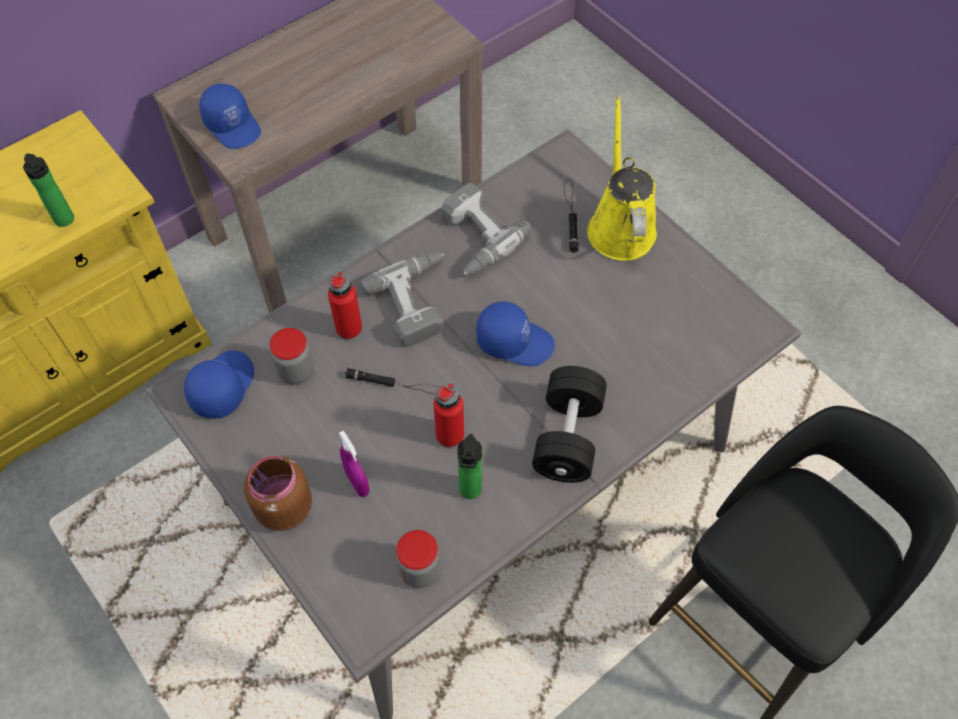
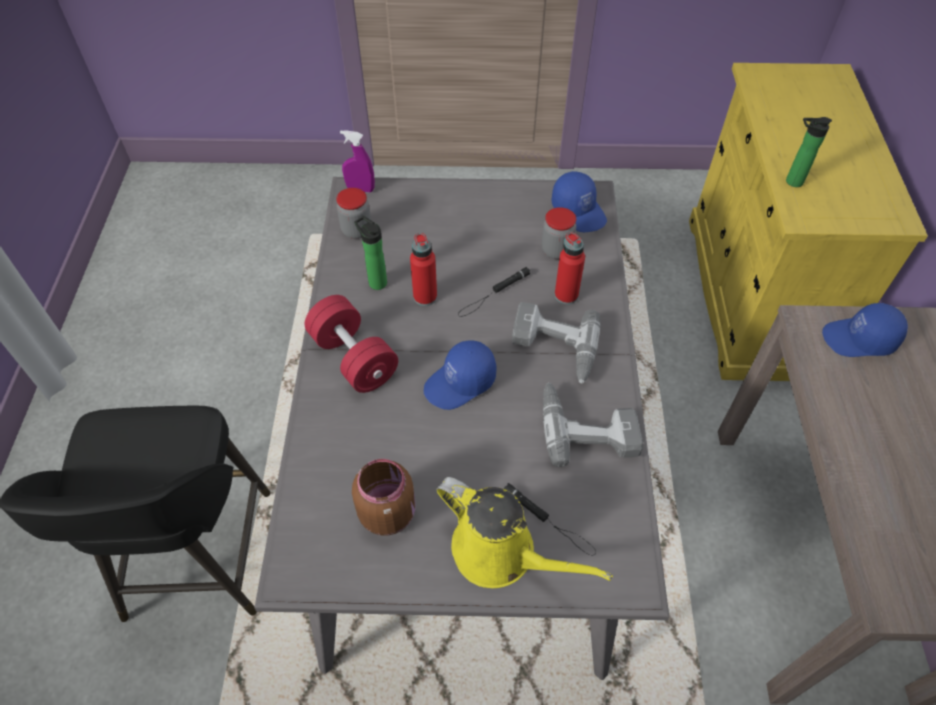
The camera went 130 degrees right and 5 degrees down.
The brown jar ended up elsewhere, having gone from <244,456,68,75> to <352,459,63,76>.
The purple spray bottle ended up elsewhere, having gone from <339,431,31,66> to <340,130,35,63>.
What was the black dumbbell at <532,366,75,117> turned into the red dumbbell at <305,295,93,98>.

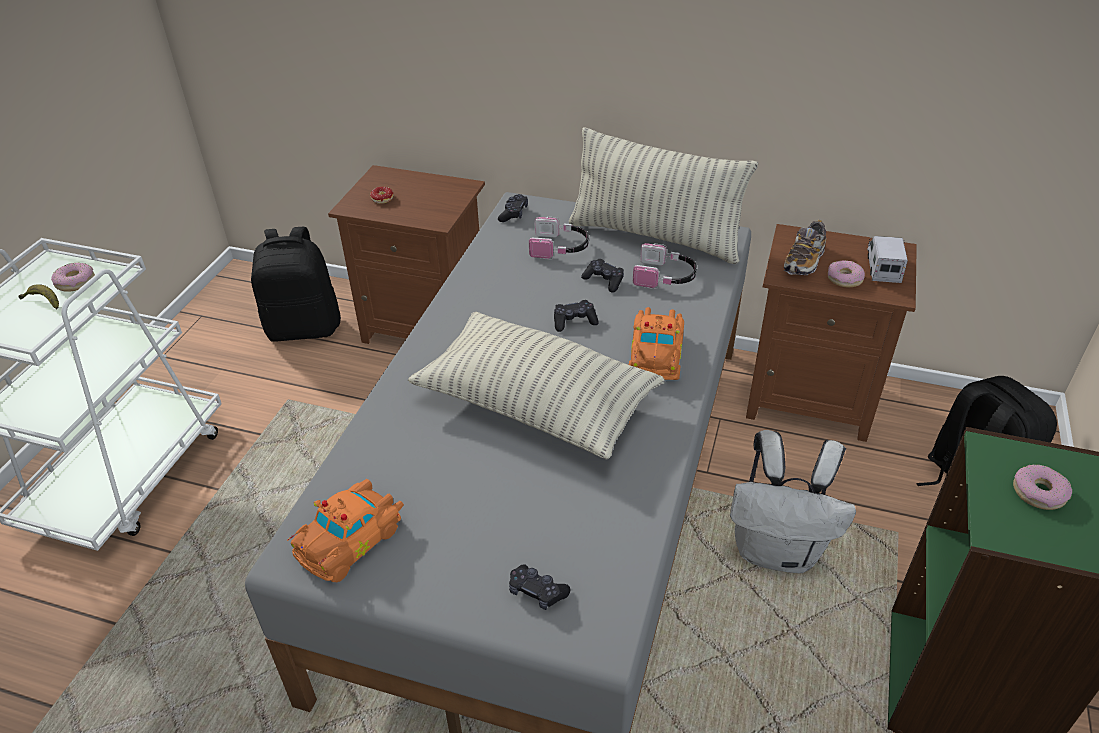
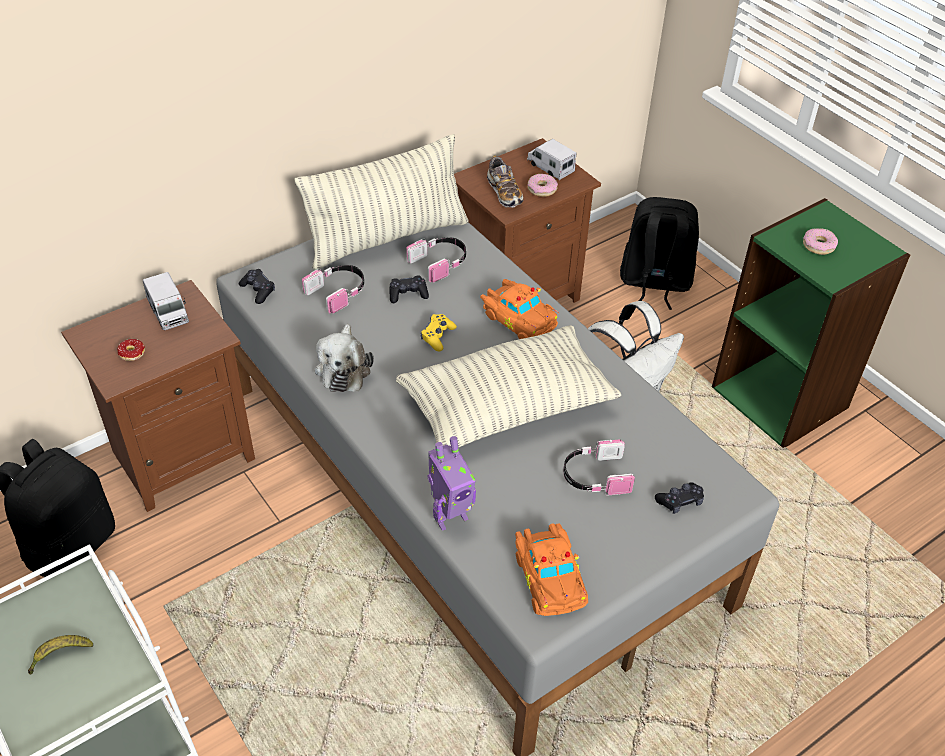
The camera went 55 degrees left and 5 degrees up.
The second view lost the donut at <51,263,44,29>.
What was the black game controller at <554,300,44,32> turned into the yellow game controller at <421,314,36,37>.
The second view gained the toy truck at <143,272,46,58>.
The second view gained the plush toy at <315,324,59,68>.
The second view gained the toy robot at <428,436,48,95>.
The second view gained the headphones at <564,440,71,55>.

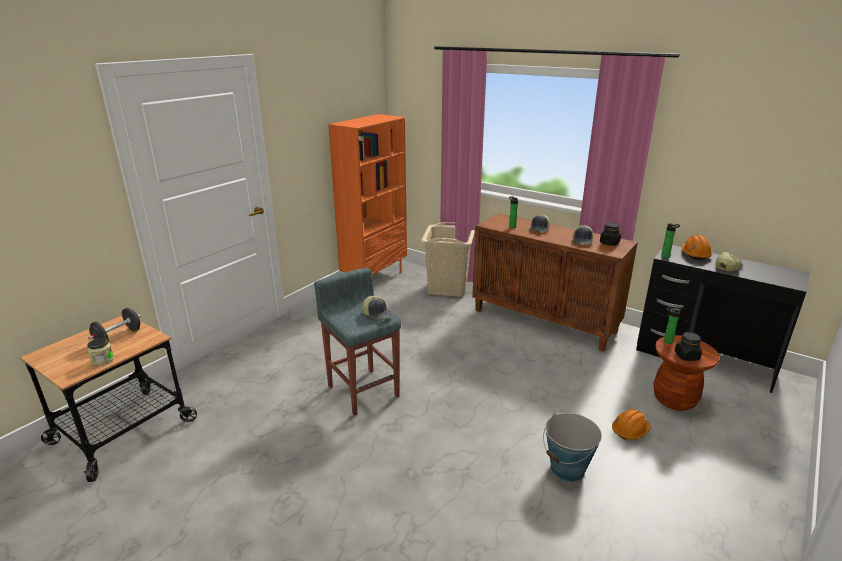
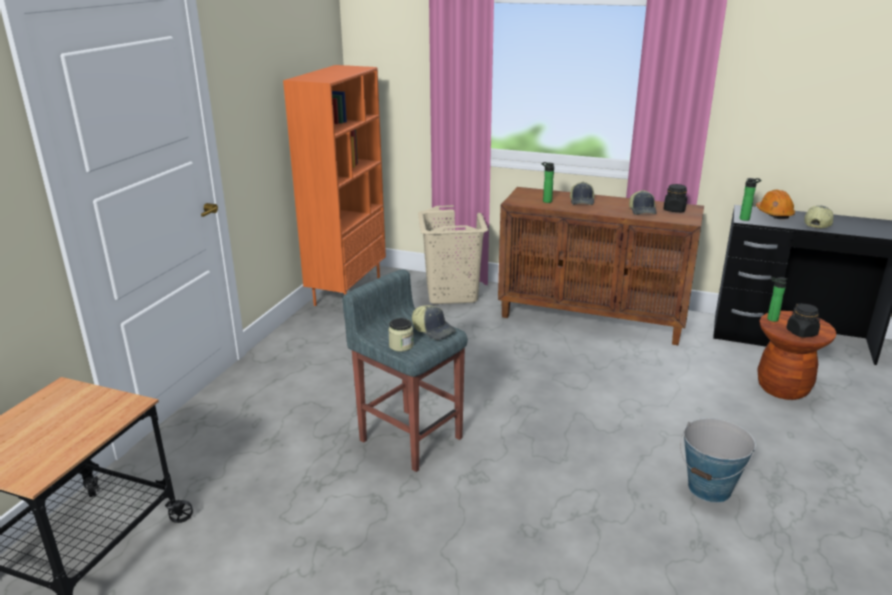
The camera went 15 degrees left and 0 degrees up.
The jar ended up elsewhere, having gone from <87,338,27,28> to <388,318,26,34>.
The second view lost the black dumbbell at <88,308,53,34>.
The second view lost the orange hard hat at <612,409,39,31>.

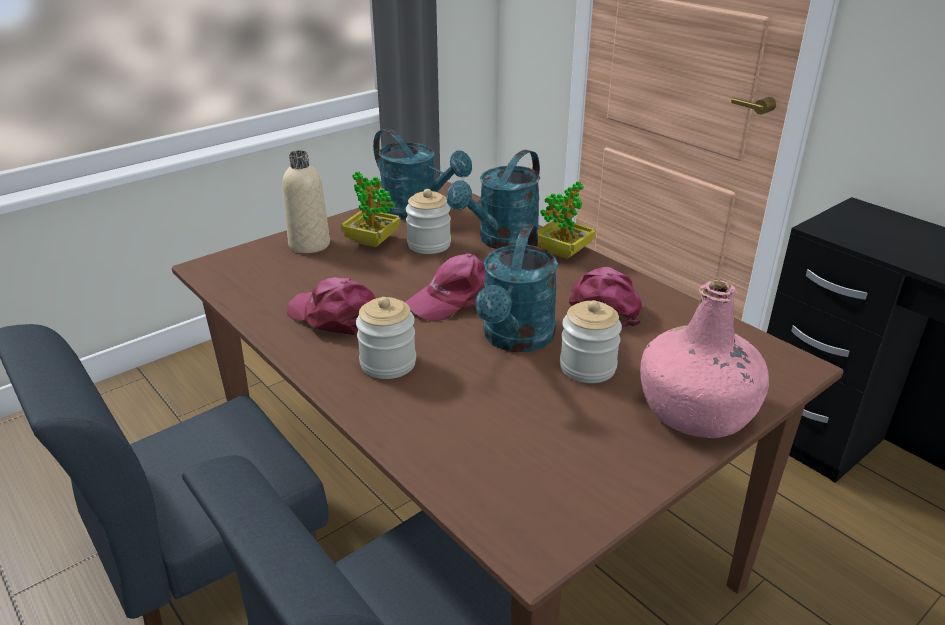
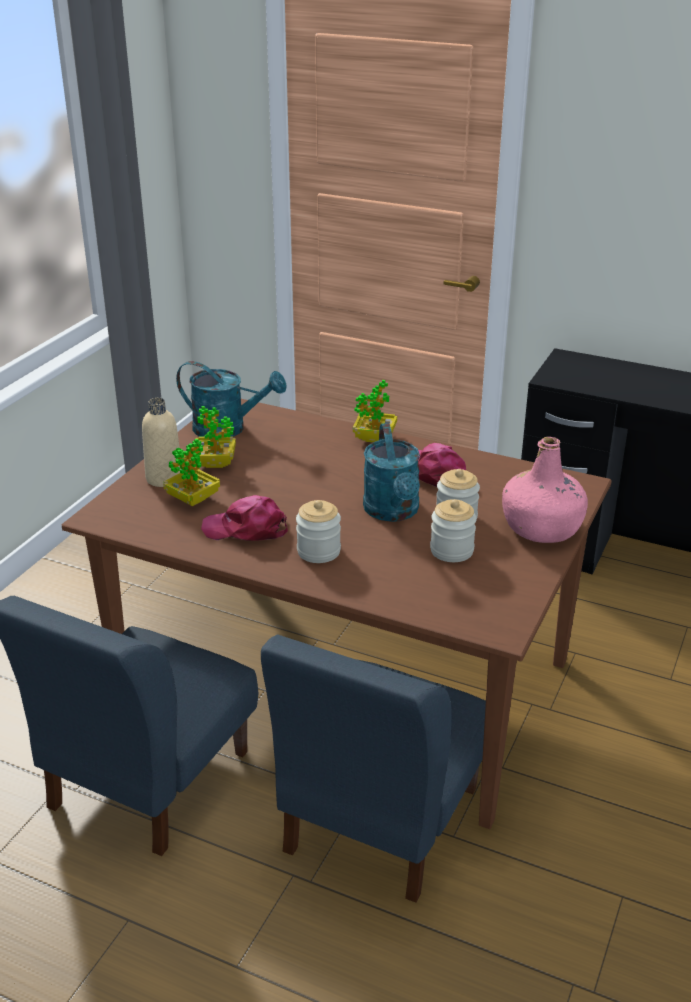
The camera went 25 degrees left and 0 degrees up.
The jar ended up elsewhere, having gone from <405,189,46,65> to <430,499,47,63>.
The second view lost the pink cap at <405,253,81,69>.
The second view lost the turquoise watering can at <446,150,94,99>.
The second view gained the potted plant at <163,439,57,67>.

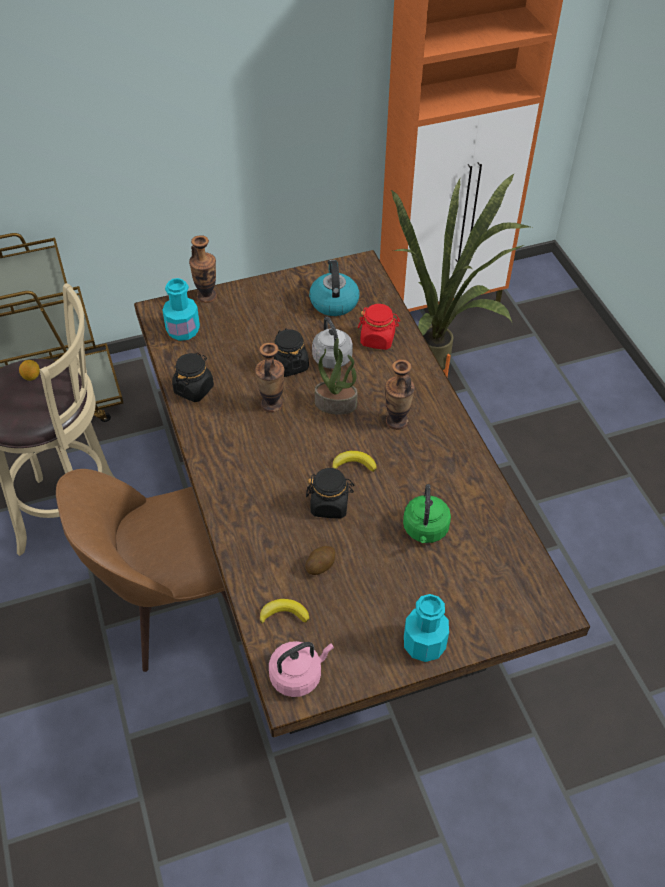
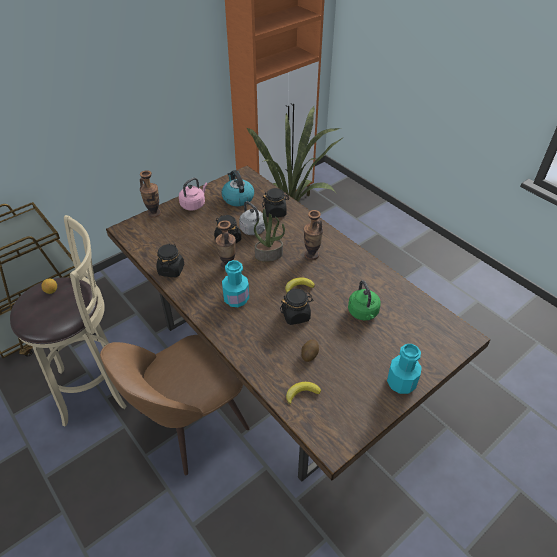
The camera went 20 degrees left and 5 degrees down.
The turquoise bottle ended up elsewhere, having gone from <163,278,37,63> to <222,260,27,47>.
The pink kettle ended up elsewhere, having gone from <269,641,65,56> to <179,178,28,33>.
What was the red jar at <358,304,42,46> turned into the black jar at <262,188,27,30>.

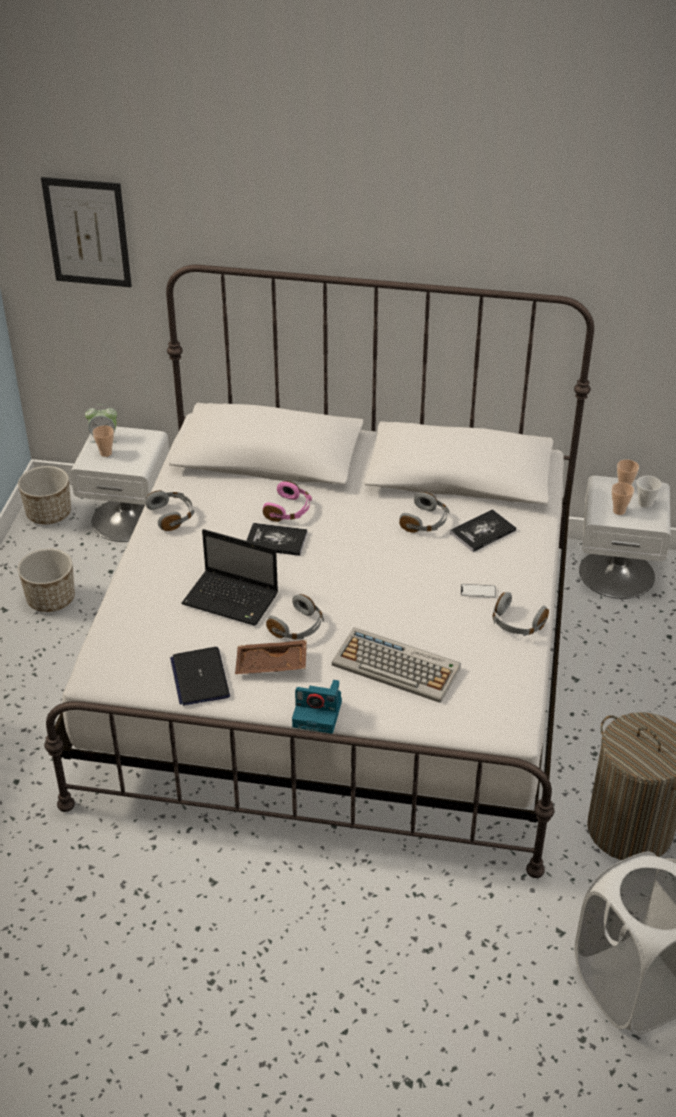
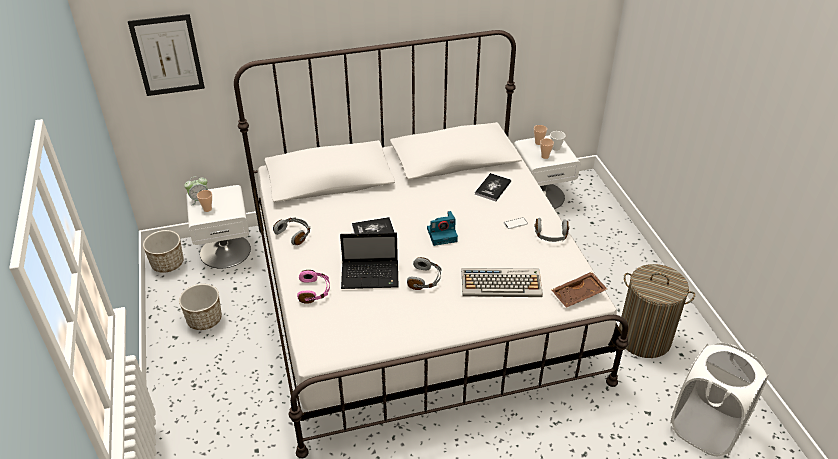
The camera went 25 degrees left and 0 degrees up.
The second view lost the laptop at <170,647,60,59>.
The brown tray ended up elsewhere, having gone from <235,640,72,34> to <551,272,56,36>.
The pink headphones ended up elsewhere, having gone from <263,481,49,41> to <297,270,33,34>.
The photo camera ended up elsewhere, having gone from <292,680,50,54> to <427,211,31,35>.
The second view lost the grey headphones at <399,492,50,41>.

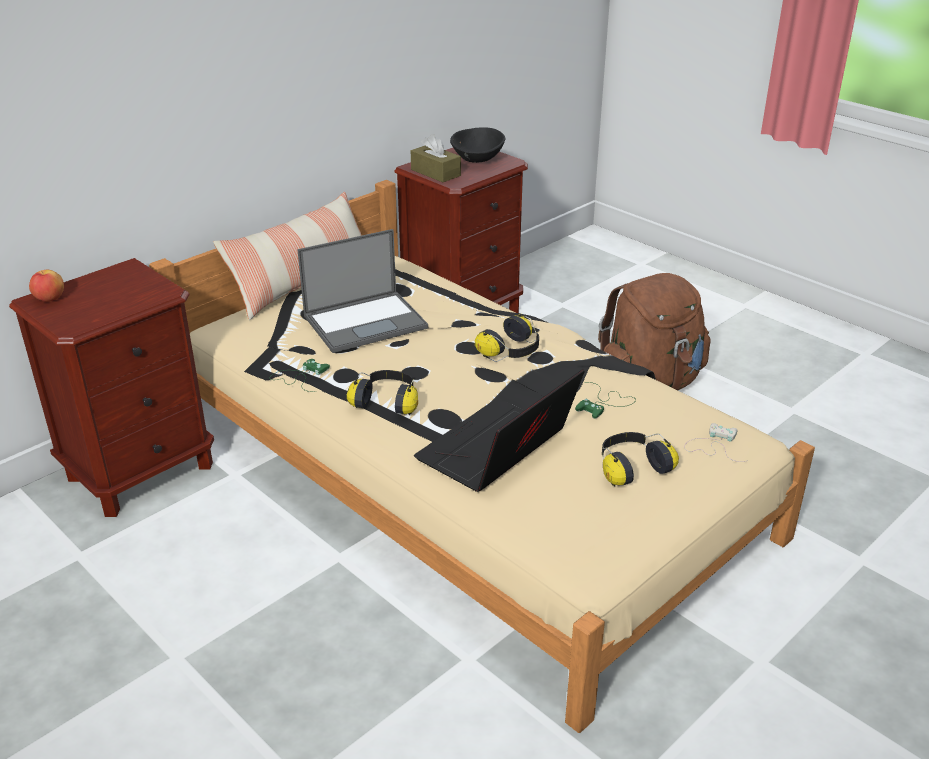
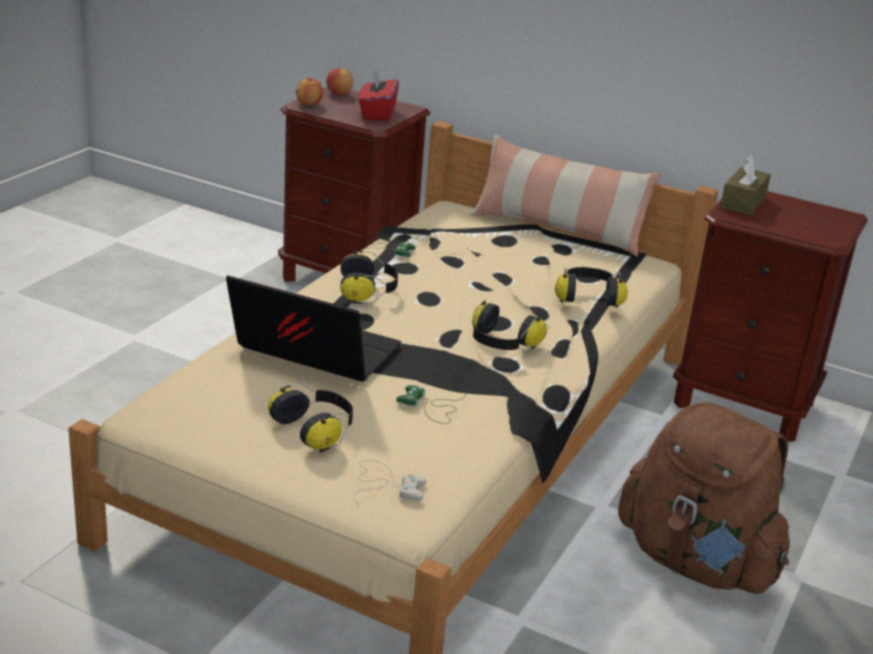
The camera went 70 degrees right and 5 degrees down.
The second view lost the laptop at <297,229,131,124>.
The second view lost the black bowl at <450,127,55,36>.
The second view gained the apple at <296,78,27,28>.
The second view gained the red tissue box at <359,69,40,52>.
The second view gained the headphones at <555,267,73,41>.

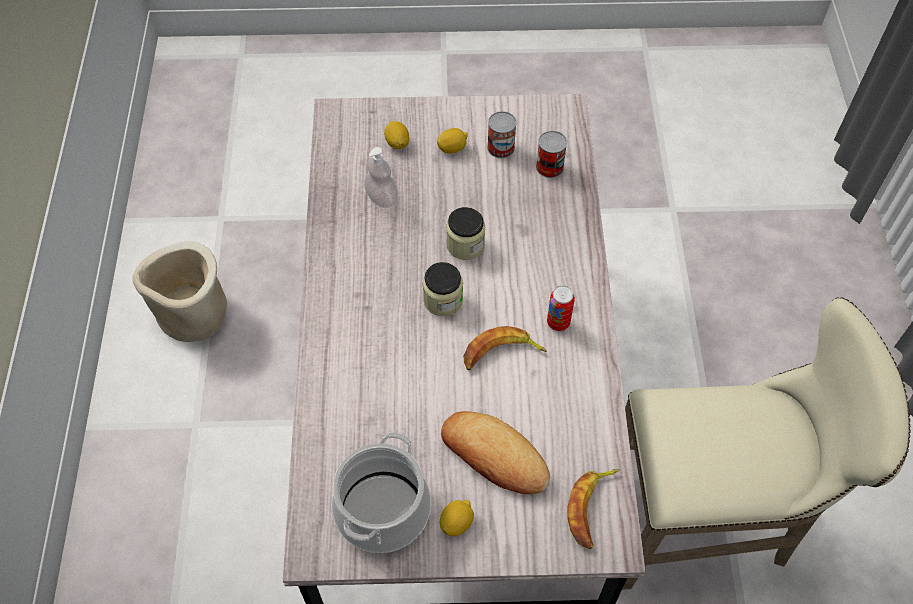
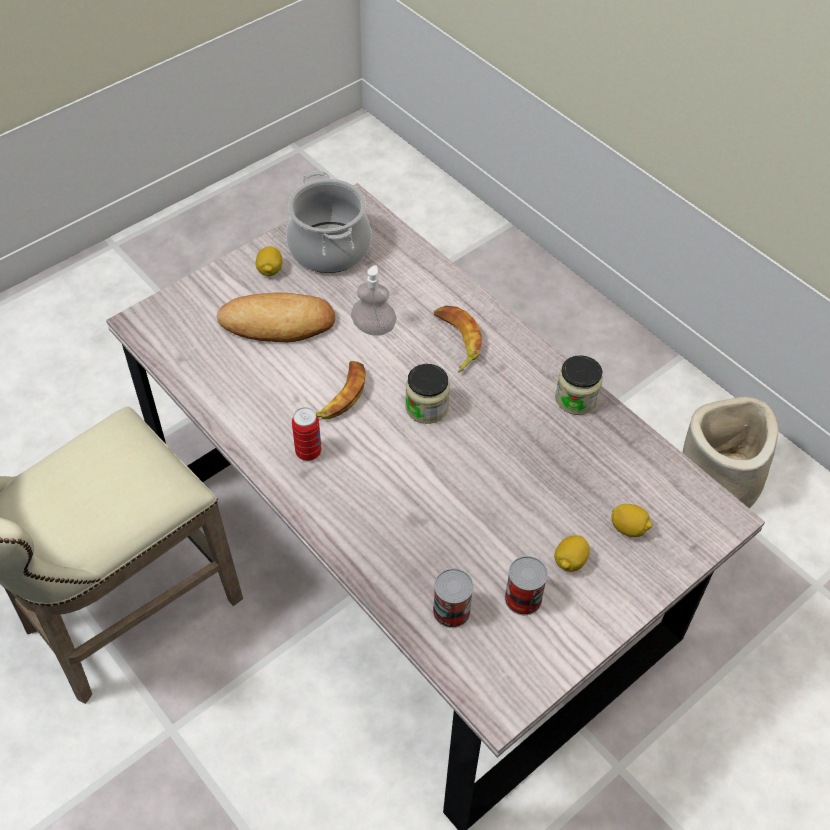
The camera went 140 degrees right and 5 degrees down.
The soap dispenser ended up elsewhere, having gone from <364,147,34,61> to <351,265,46,71>.
The jar ended up elsewhere, having gone from <446,207,39,53> to <555,355,48,60>.
The banana ended up elsewhere, having gone from <567,469,53,80> to <434,306,48,67>.

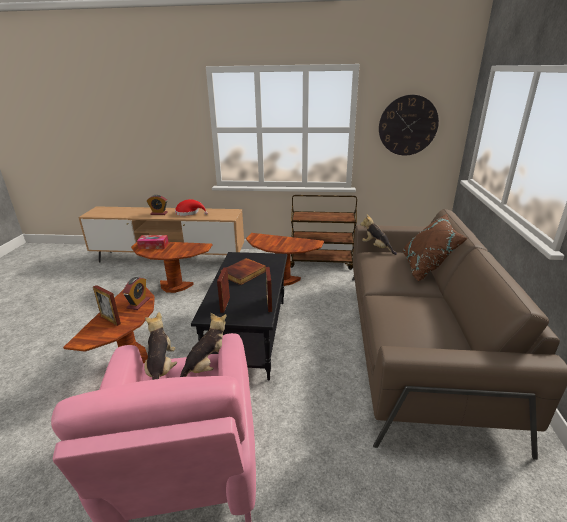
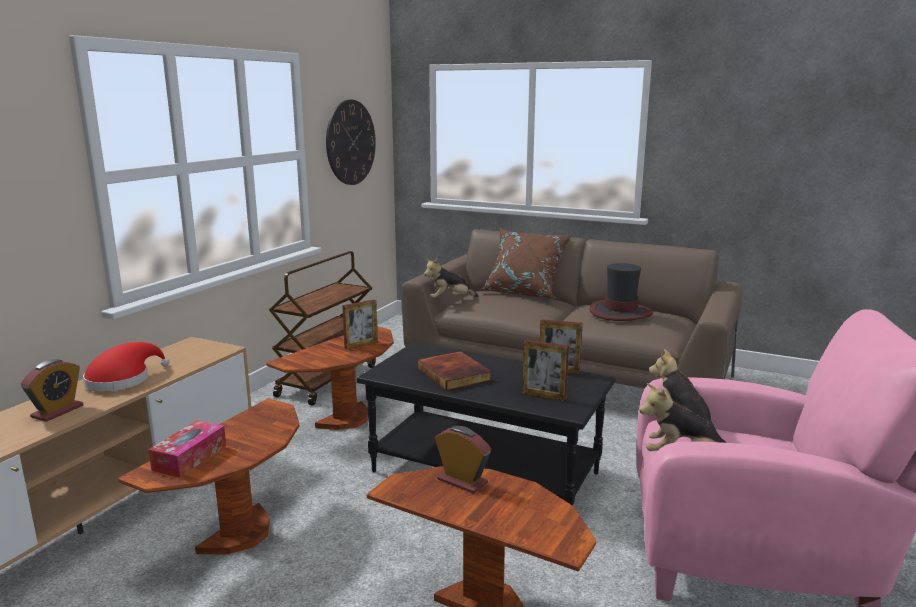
The camera went 70 degrees left and 10 degrees down.
The picture frame ended up elsewhere, having gone from <93,285,28,41> to <342,300,36,49>.
The second view gained the hat at <589,263,64,58>.

